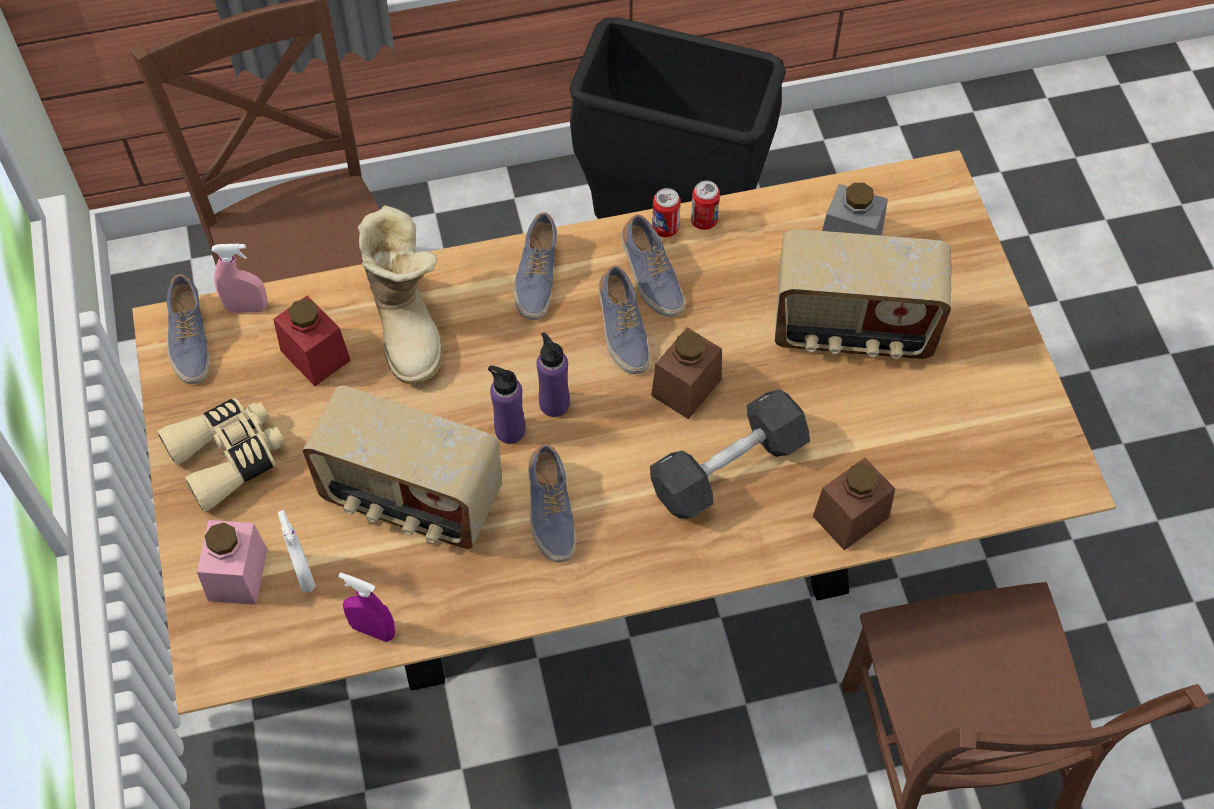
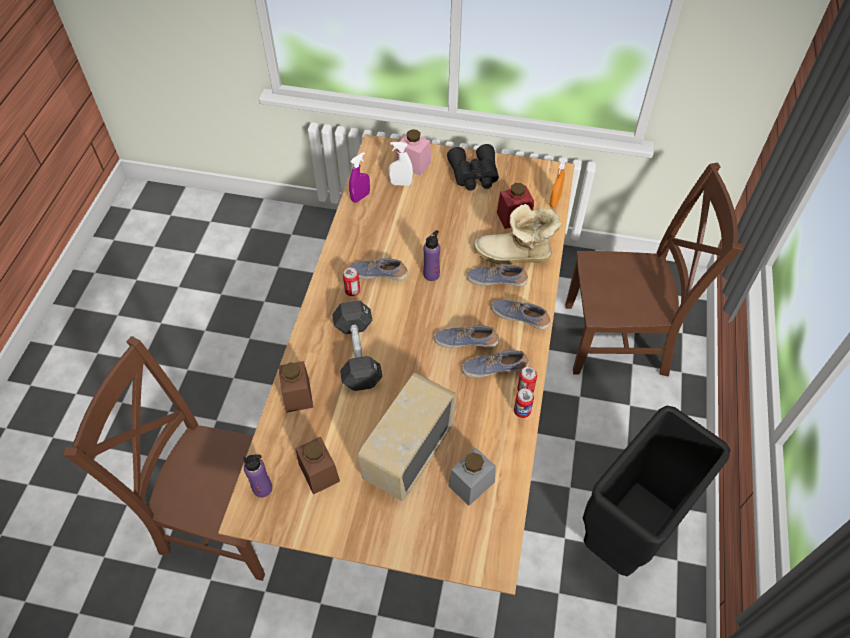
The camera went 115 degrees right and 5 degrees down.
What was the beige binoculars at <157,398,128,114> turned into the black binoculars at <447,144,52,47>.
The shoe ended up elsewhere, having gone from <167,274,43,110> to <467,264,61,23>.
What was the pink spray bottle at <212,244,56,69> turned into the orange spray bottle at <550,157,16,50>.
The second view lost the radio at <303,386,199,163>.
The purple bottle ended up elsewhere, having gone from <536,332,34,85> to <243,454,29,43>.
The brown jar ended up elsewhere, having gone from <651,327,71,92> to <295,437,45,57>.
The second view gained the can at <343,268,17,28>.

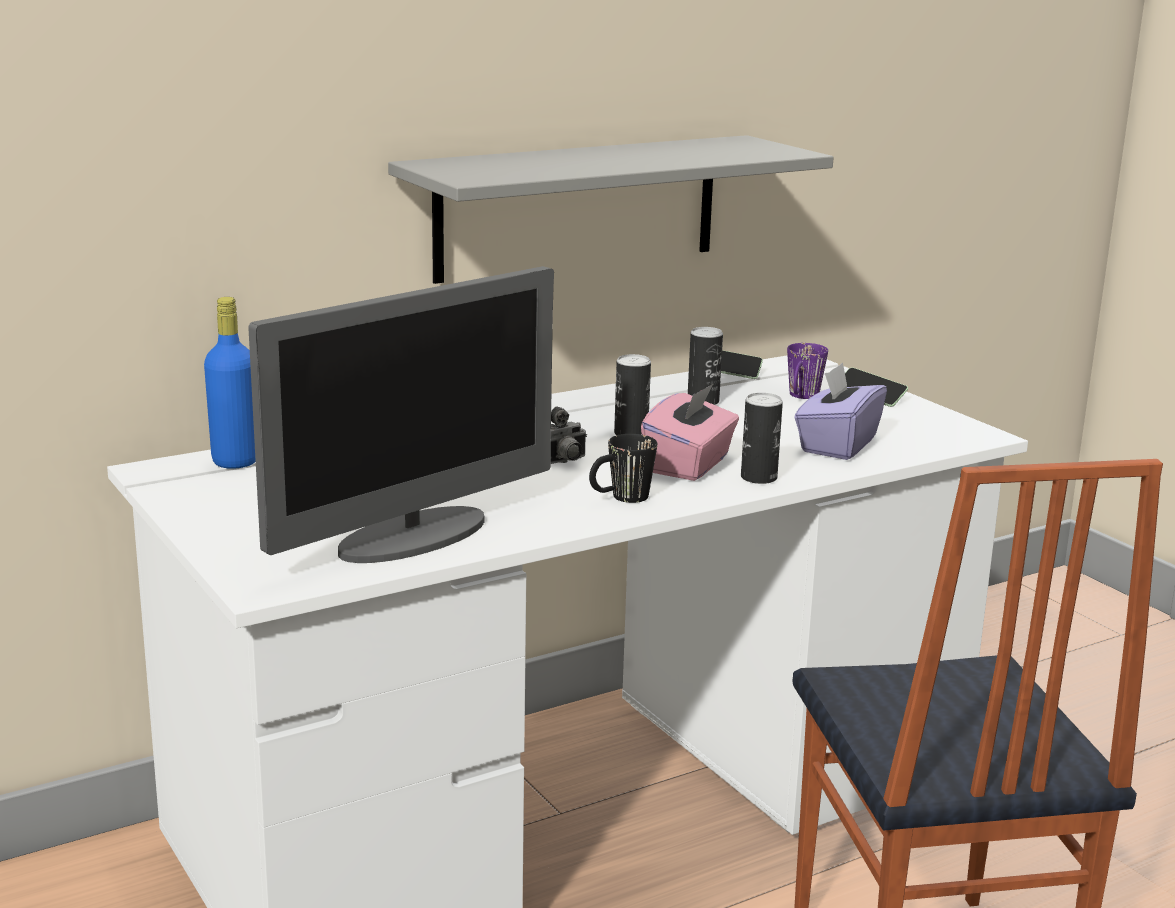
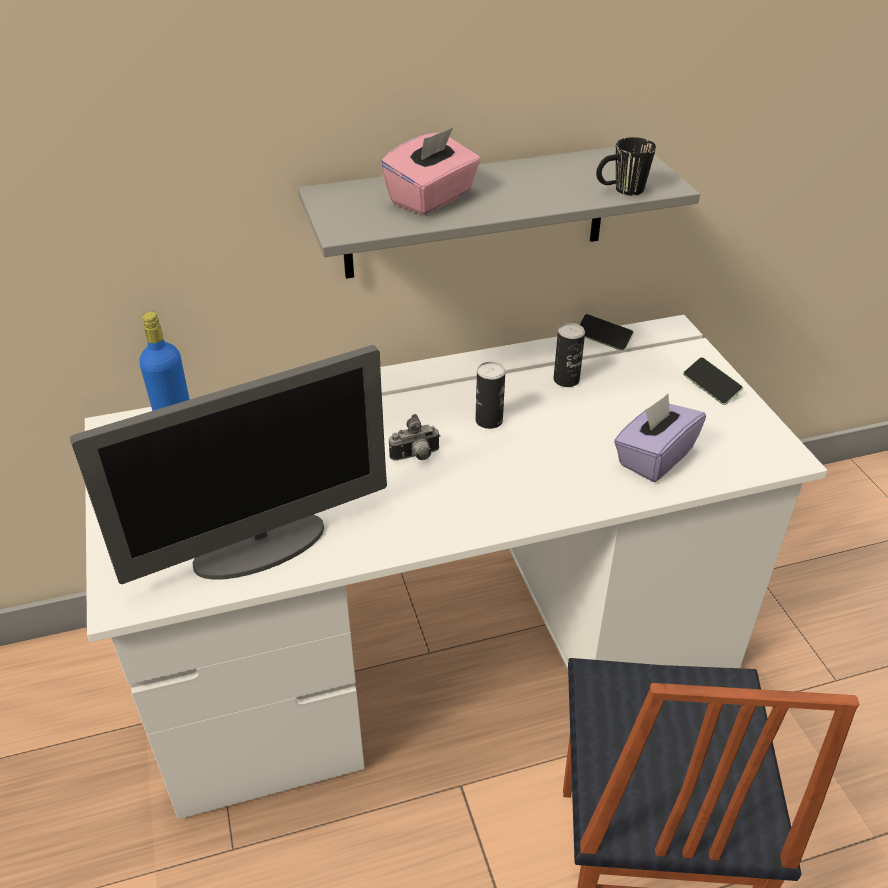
The camera went 15 degrees right and 20 degrees up.
The black mug ended up elsewhere, having gone from <589,434,68,69> to <596,137,60,58>.
The pink tissue box ended up elsewhere, having gone from <641,383,98,98> to <381,128,100,87>.
The second view lost the can at <741,393,42,91>.
The second view lost the purple mug at <787,343,41,56>.

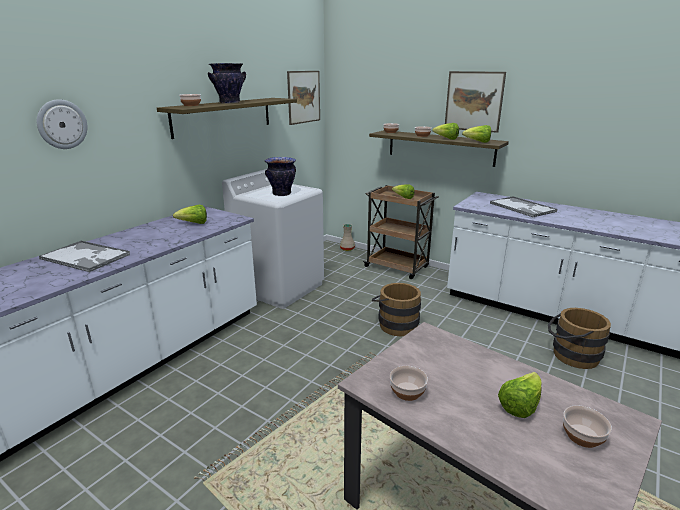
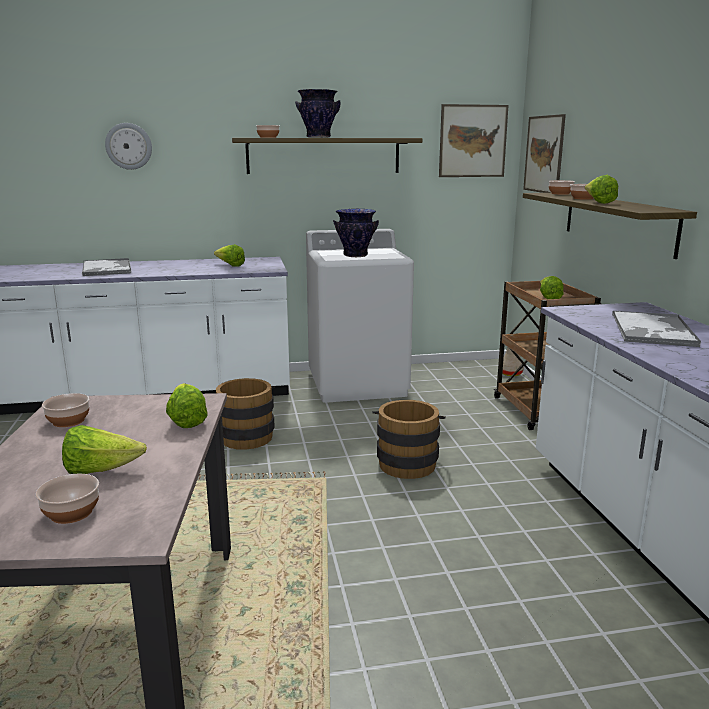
The camera went 45 degrees right and 5 degrees down.
The picture ended up elsewhere, having gone from <445,71,61,62> to <523,114,43,79>.
The lettuce ended up elsewhere, having gone from <462,125,29,18> to <166,383,42,45>.
The brown bucket ended up elsewhere, having gone from <548,308,63,61> to <216,378,59,72>.

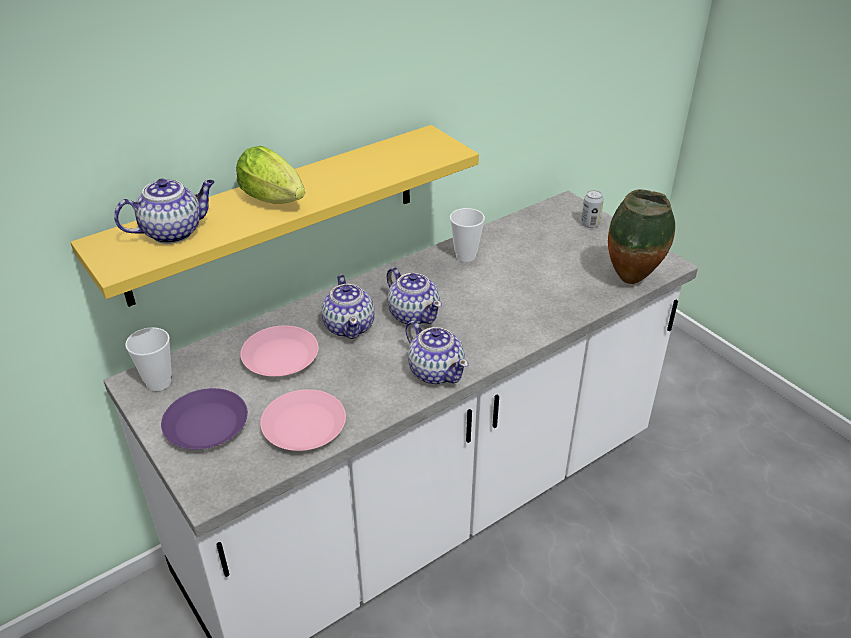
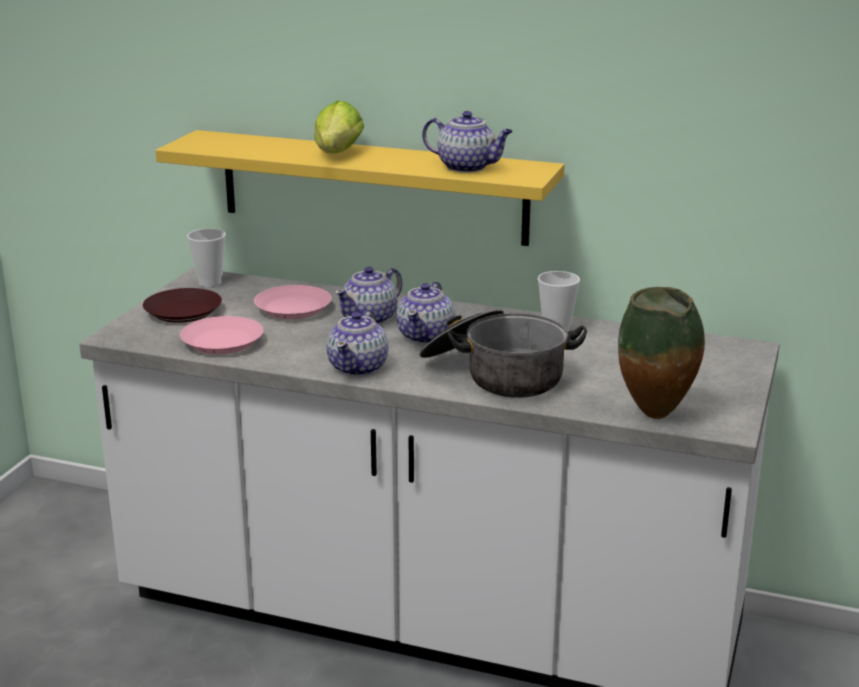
The camera went 55 degrees right and 15 degrees down.
The teapot ended up elsewhere, having gone from <114,179,101,65> to <422,111,91,62>.
What was the purple plate at <161,388,87,61> turned into the brown plate at <143,288,79,35>.
The second view lost the can at <581,190,23,38>.
The second view gained the cooking pot at <419,309,168,89>.

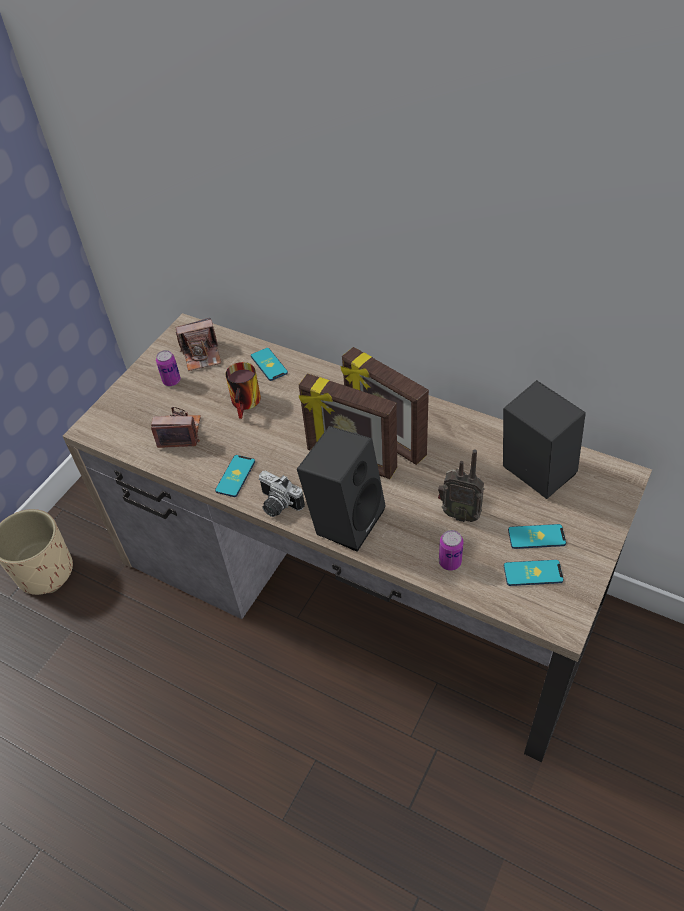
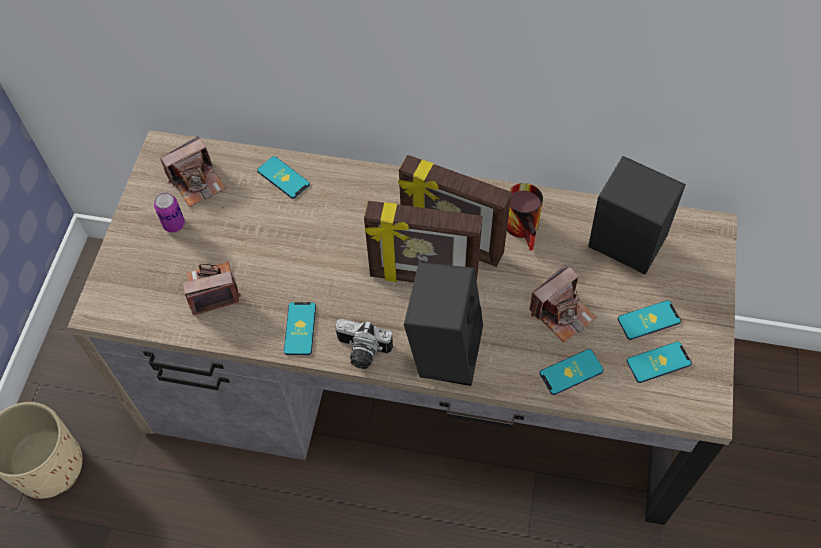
The camera went 20 degrees left and 10 degrees up.
The mug ended up elsewhere, having gone from <225,362,36,57> to <507,183,36,68>.
Where the radio stood at <438,449,46,73>, the photo camera came to stand at <529,264,68,79>.
Where the can stood at <439,530,24,41>, the phone came to stand at <540,349,64,46>.

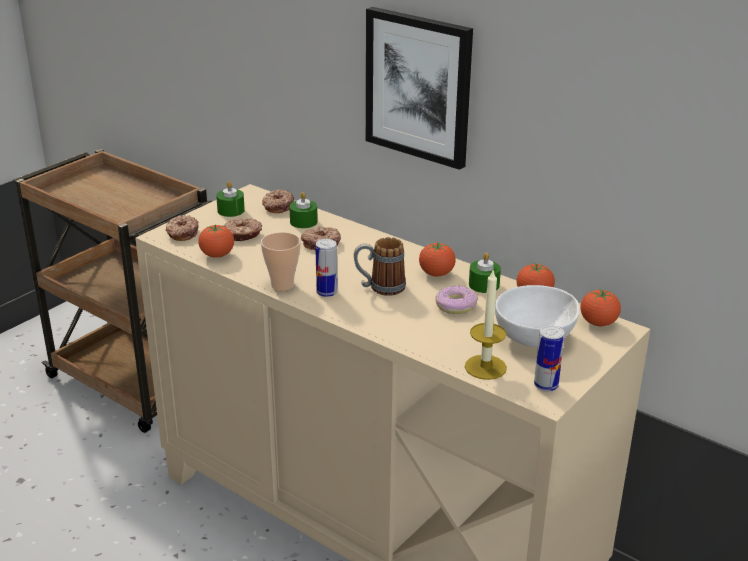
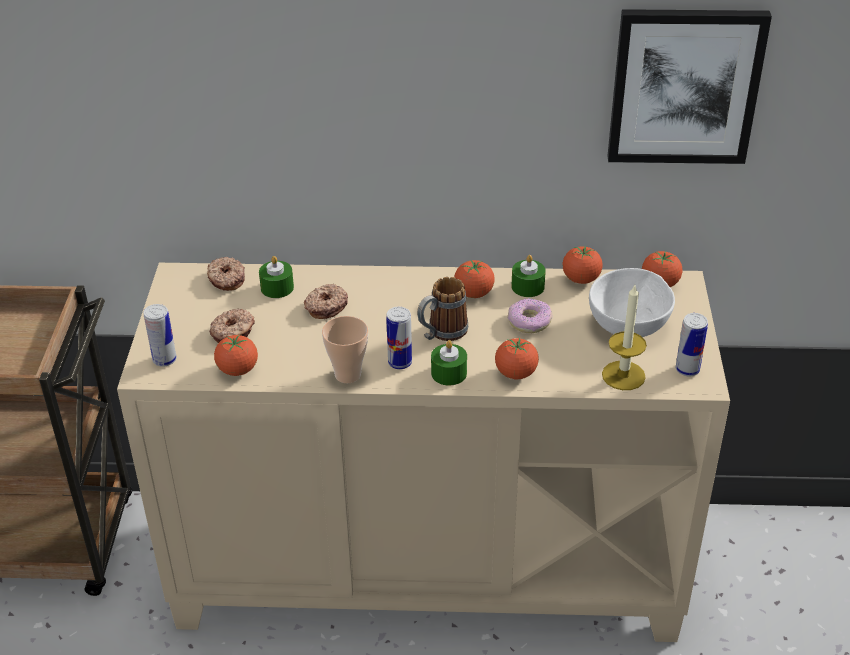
The camera went 35 degrees left and 10 degrees up.
Where the donut stood at <166,215,33,26>, the can came to stand at <143,304,34,63>.
The green candle ended up elsewhere, having gone from <216,181,29,36> to <431,340,36,45>.
The picture ended up elsewhere, having gone from <366,7,107,163> to <607,9,165,155>.
The second view gained the tomato at <495,338,44,41>.

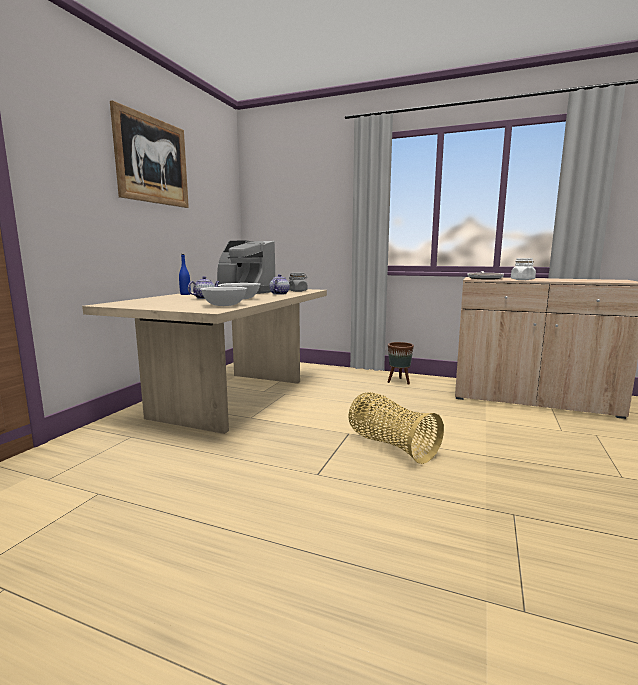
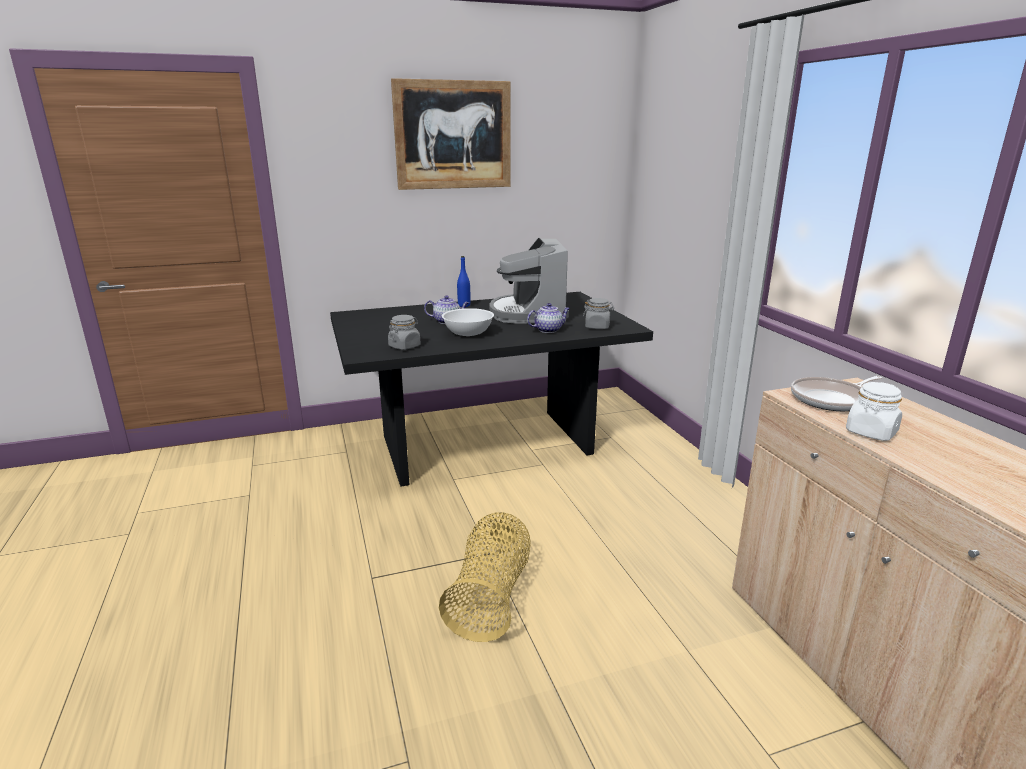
The camera went 50 degrees right and 10 degrees up.
What was the beige dining table at <82,289,245,145> turned into the black dining table at <330,292,323,194>.
Where the white bowl stood at <200,287,47,19>, the grey jar came to stand at <388,315,33,35>.
The second view lost the brown planter at <388,342,26,43>.

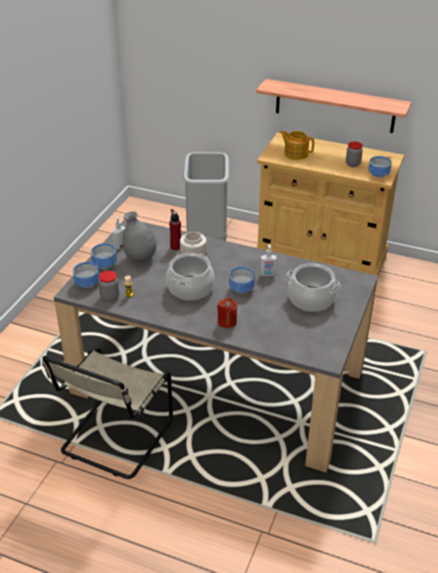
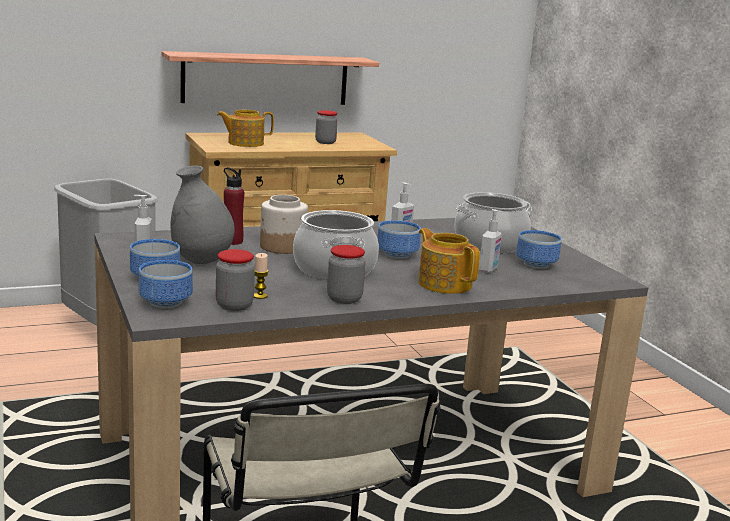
The camera went 45 degrees left and 20 degrees down.
Where the red candle stood at <217,297,21,31>, the teapot came to stand at <418,228,62,66>.
The bowl ended up elsewhere, having gone from <368,156,23,22> to <516,230,46,39>.
The second view gained the jar at <327,245,38,59>.
The second view gained the soap dispenser at <479,209,24,64>.

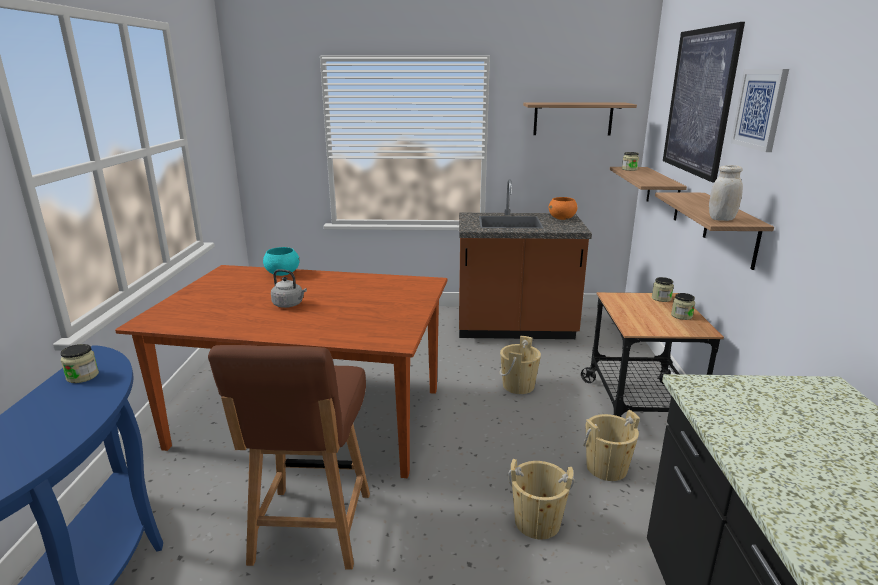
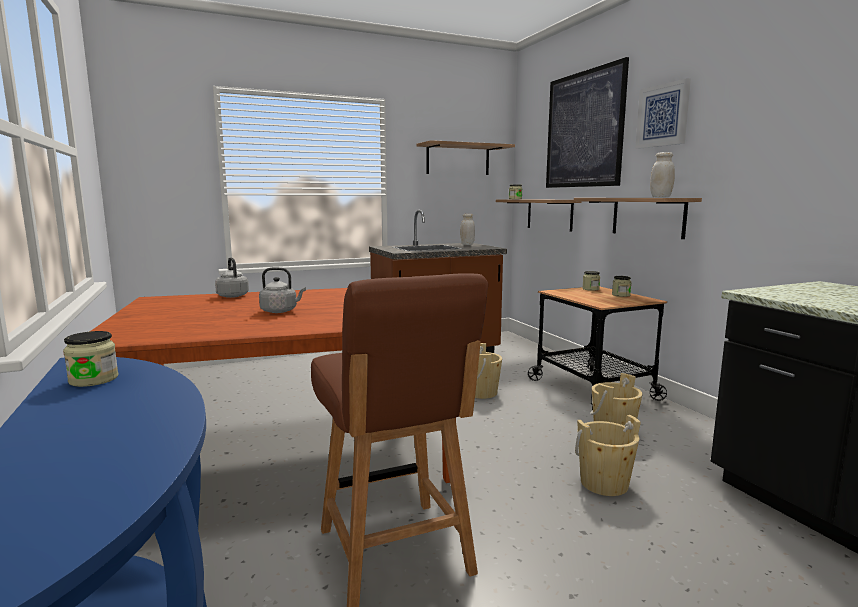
The camera went 25 degrees left and 10 degrees down.
Where the turquoise bowl stood at <263,247,37,29>, the grey kettle came to stand at <215,258,34,40>.
Where the orange bowl stood at <549,197,28,23>, the white jar came to stand at <460,214,15,31>.

